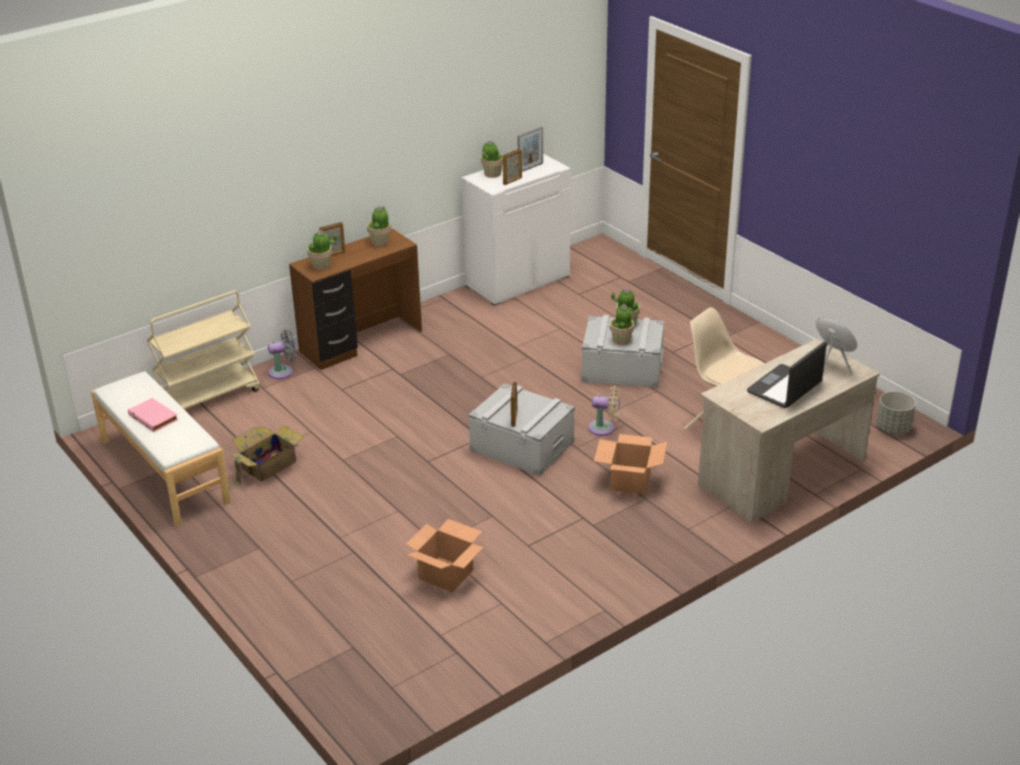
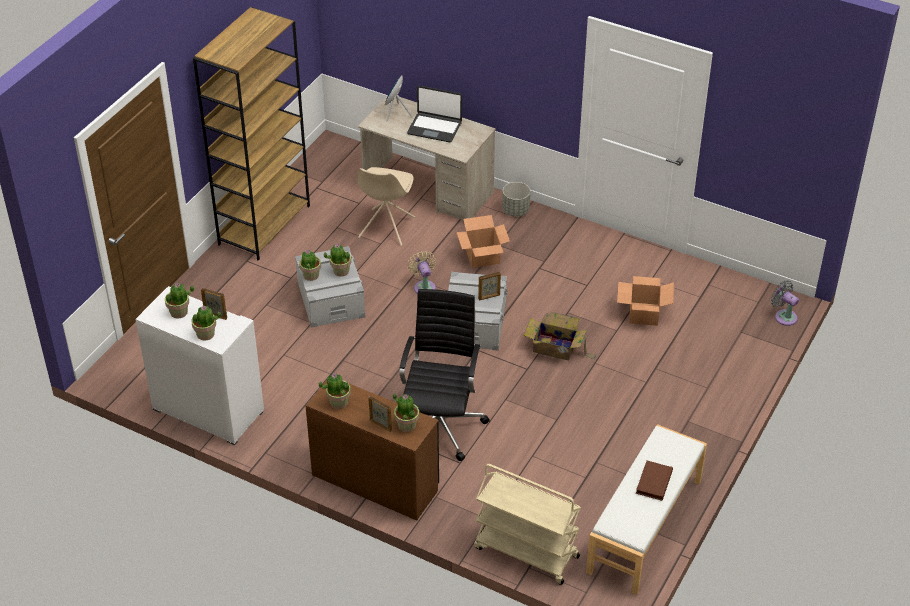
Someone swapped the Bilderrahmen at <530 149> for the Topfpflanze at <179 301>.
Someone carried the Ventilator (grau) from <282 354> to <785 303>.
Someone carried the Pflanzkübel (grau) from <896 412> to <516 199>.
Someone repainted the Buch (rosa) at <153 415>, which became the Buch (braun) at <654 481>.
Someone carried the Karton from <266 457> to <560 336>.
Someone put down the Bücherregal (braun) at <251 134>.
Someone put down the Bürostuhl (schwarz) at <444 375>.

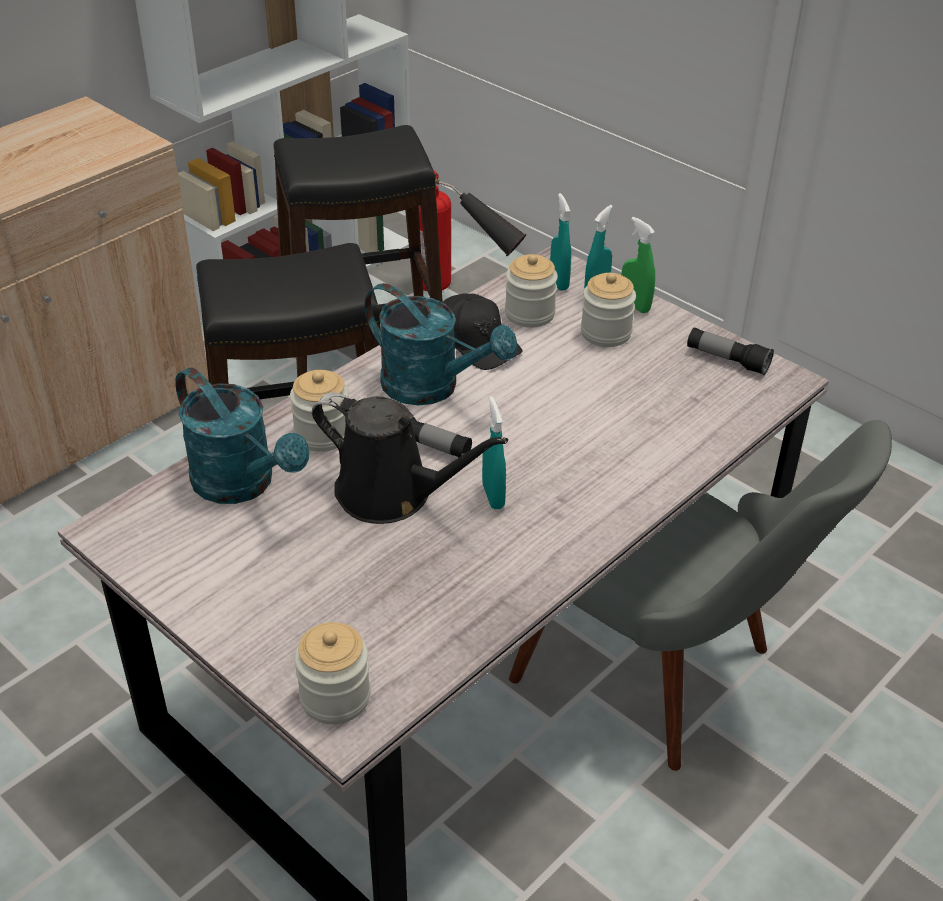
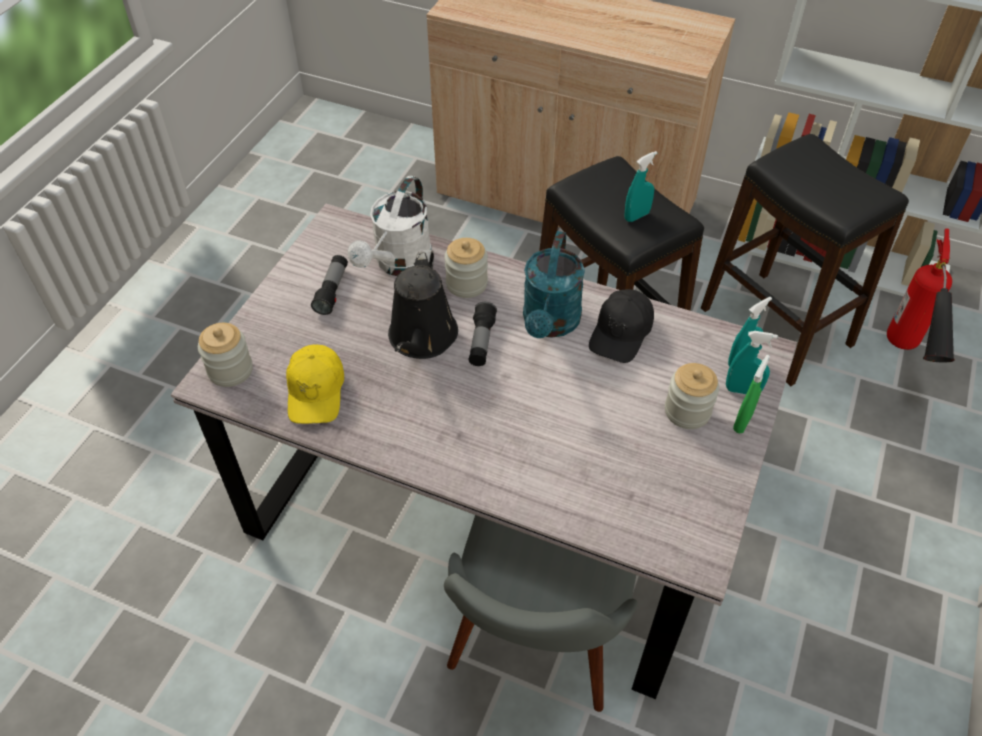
Someone took away the Vorratsglas at <531 290>.
Someone carried the Taschenlampe from <730 351> to <329 285>.
Someone repainted the Gießkanne (türkis) at <242 436>, which became the Gießkanne (weiß) at <390 226>.
Someone carried the Sprühflasche (türkis) from <494 452> to <641 186>.
Someone put down the Kappe (gelb) at <315 384>.

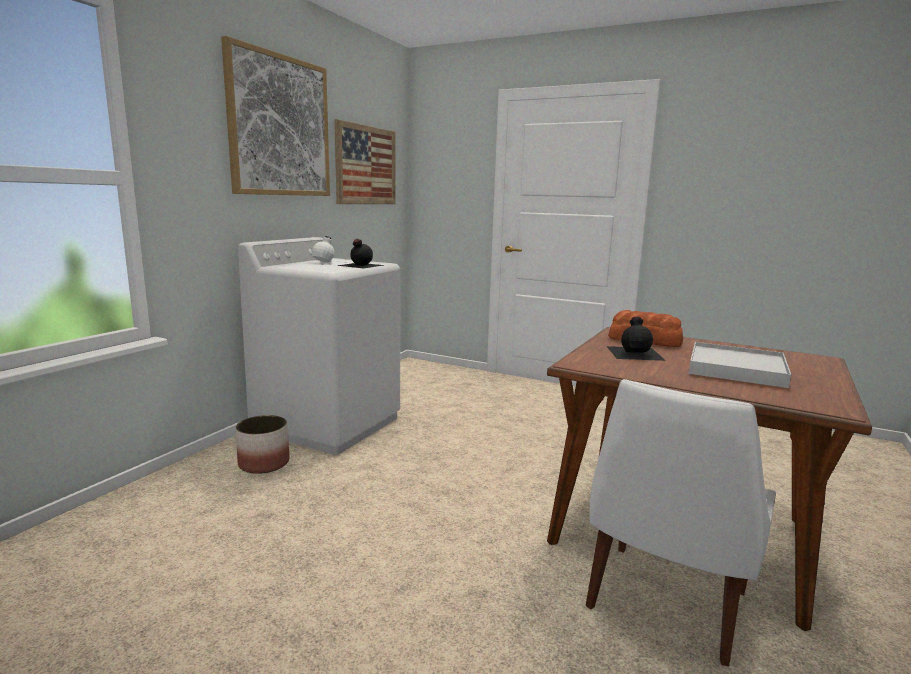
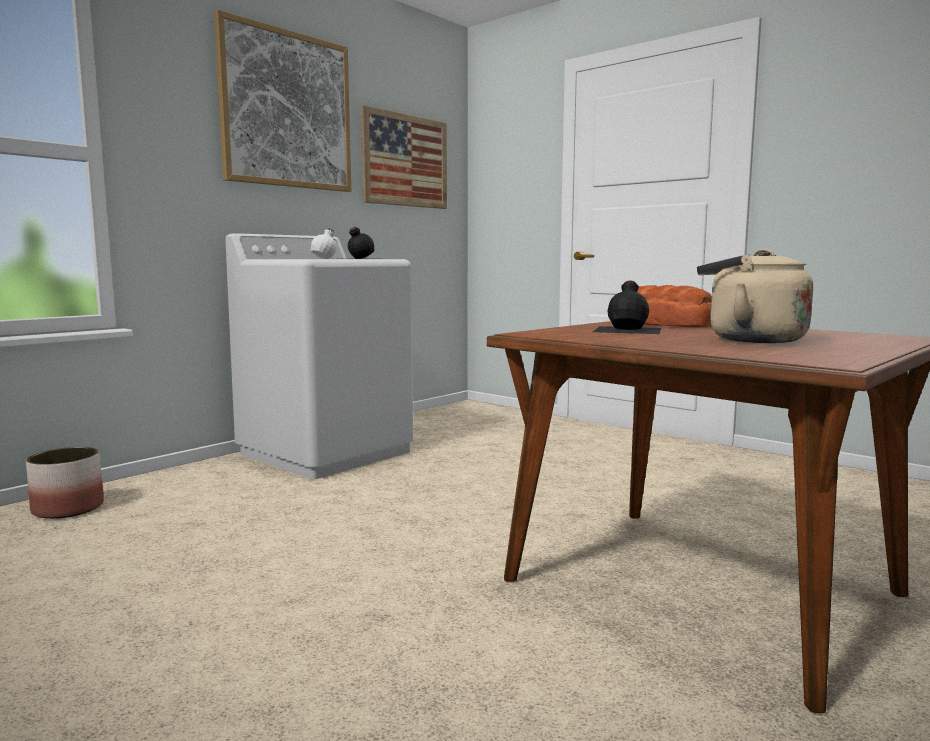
Someone swapped the Tablett (weiß) at <740 365> for the Wasserkessel (beige) at <755 296>.
Someone took away the Stuhl (weiß) at <681 522>.
Someone carried the Pflanzkübel from <262 444> to <65 483>.

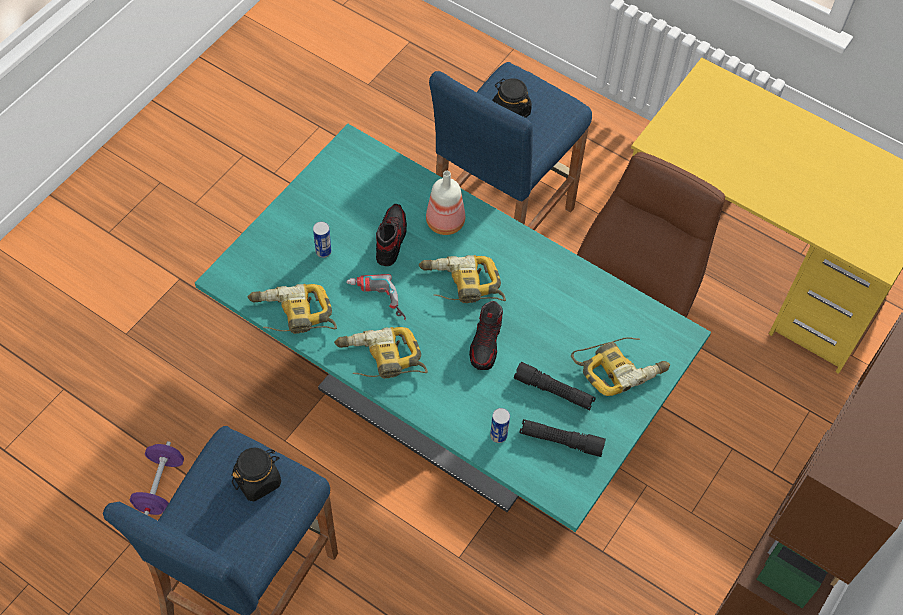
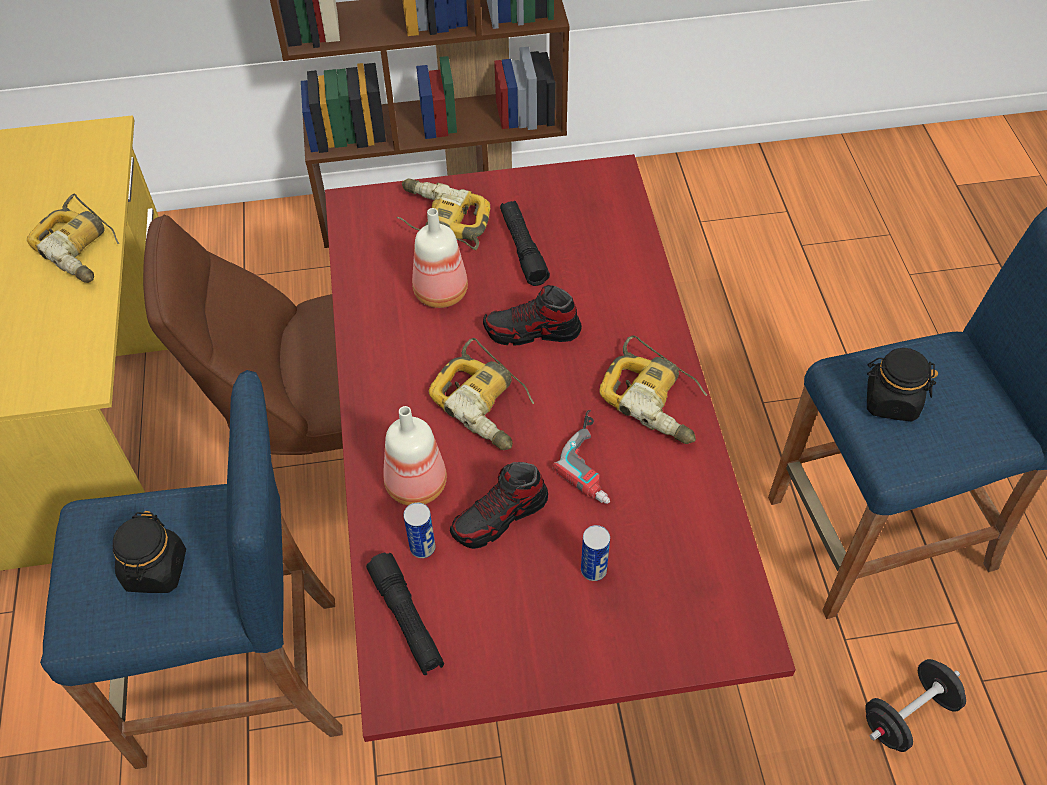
Someone repainted the Esstisch (türkis) at <453 328>, which became the Esstisch (rot) at <560 448>.
Someone carried the Bohrmaschine from <292 309> to <73 238>.
Someone rotated the Schuh at <486 335> by 150 degrees counterclockwise.
Someone carried the Dose from <500 425> to <419 530>.
Someone carried the Taschenlampe (schwarz) from <562 438> to <405 613>.
Someone repainted the Hantel (lila) at <157 478>, which became the Hantel (schwarz) at <915 705>.
Someone put down the Flasche at <440 258>.

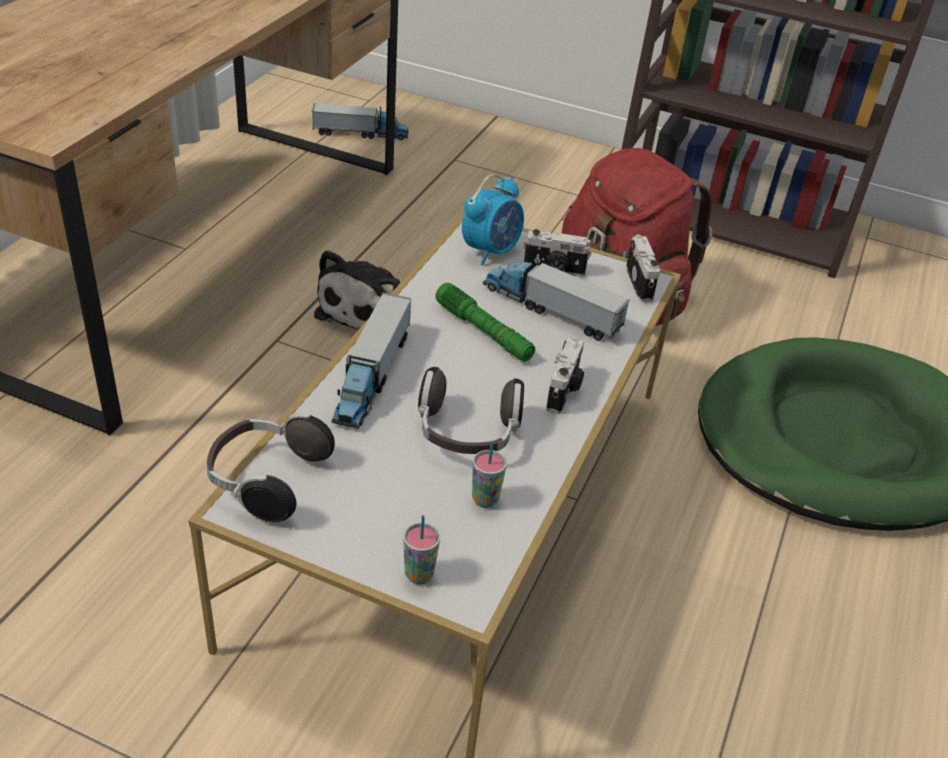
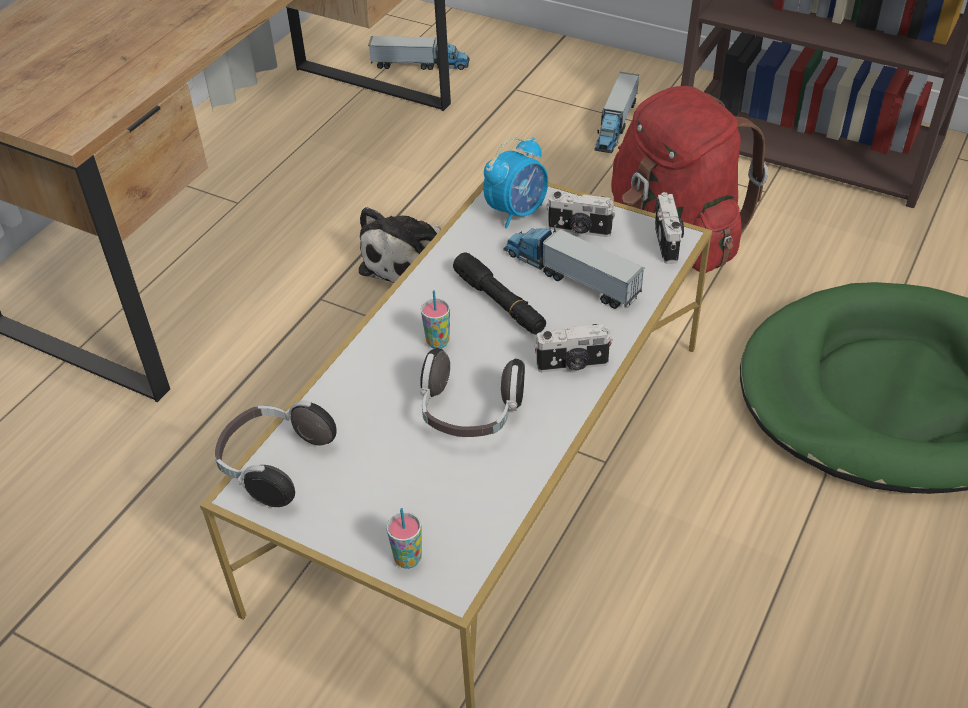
Someone repainted the Taschenlampe (grün) at <485 322>, which became the Taschenlampe (schwarz) at <499 293>.
Someone carried the Spielzeuglaster from <371 360> to <616 112>.
Someone rotated the Kamera at <565 375> by 60 degrees clockwise.
Someone carried the Tasse from <489 474> to <435 319>.

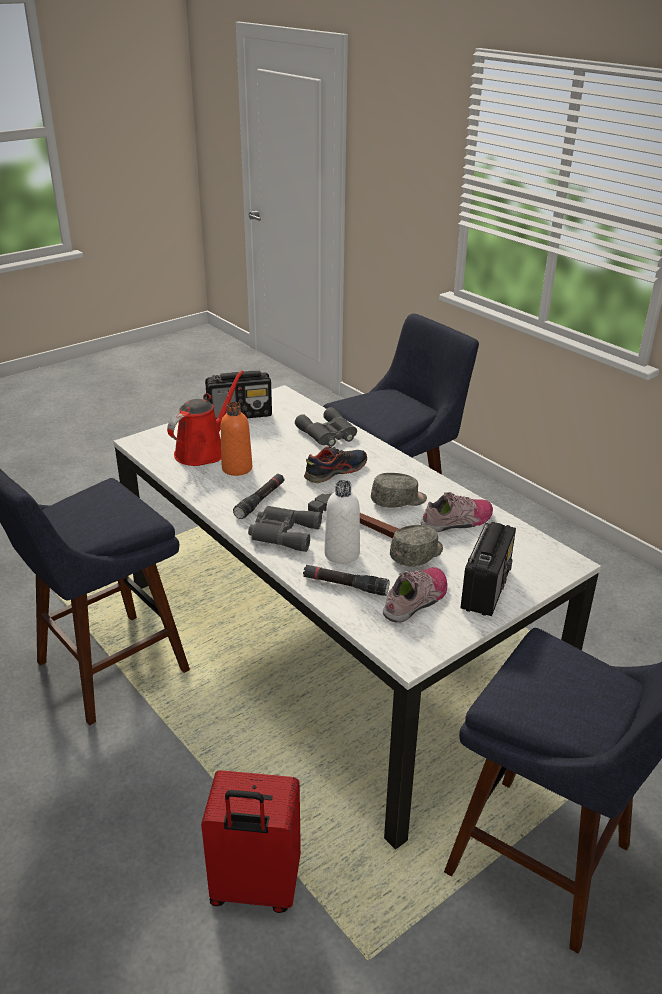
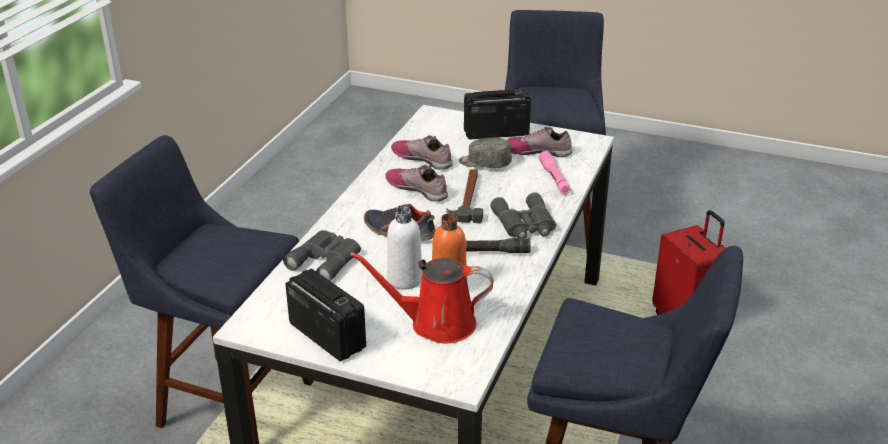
Someone swapped the Kappe (grau) at <399 490> for the Schuh at <416 183>.
Someone carried the Flasche (weiß) from <342 522> to <404 247>.
Someone repainted the Taschenlampe (schwarz) at <346 580>, which became the Taschenlampe (rosa) at <555 173>.

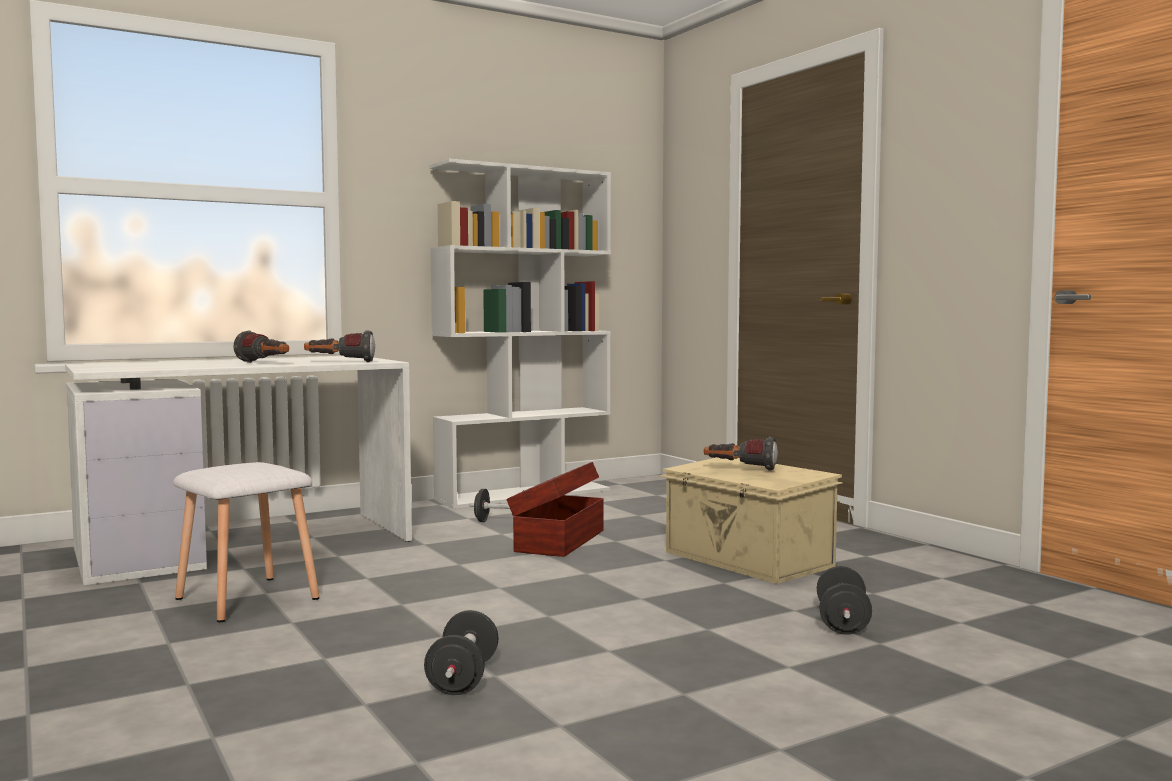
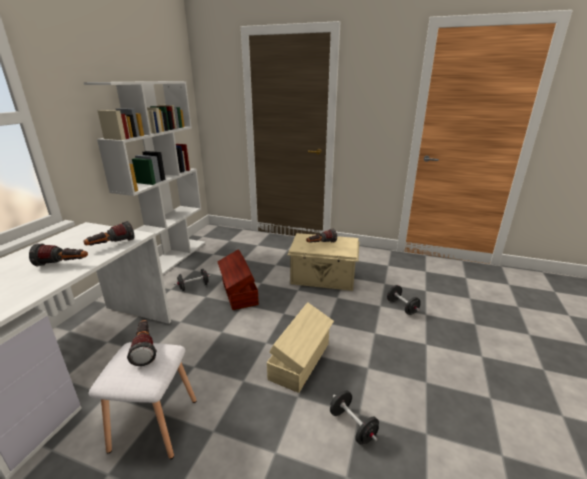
Someone put down the Aufbewahrungsbox (beige) at <300 347>.
Someone put down the Taschenlampe at <142 343>.

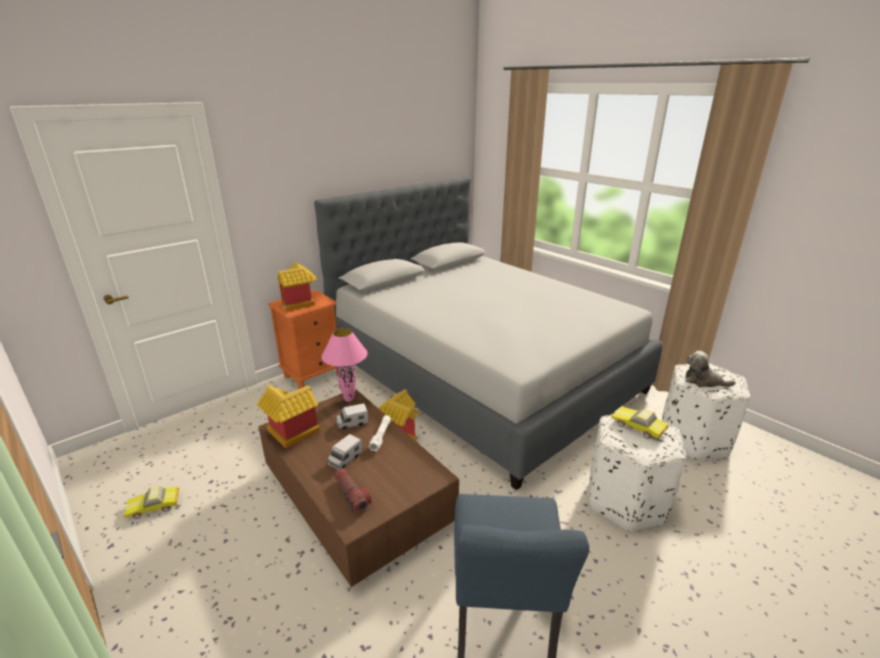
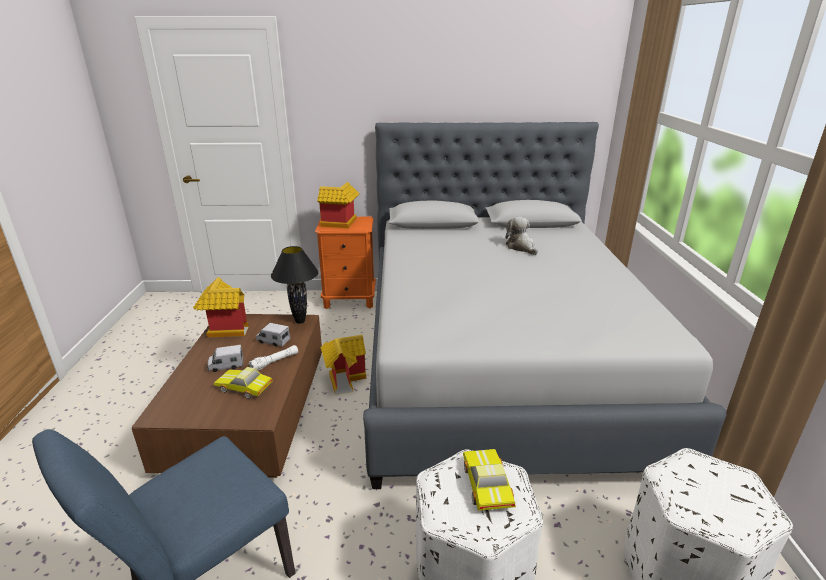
Someone repainted the Tischlampe (rosa) at <344 365>, which became the Tischlampe (schwarz) at <295 285>.
Someone carried the Plüschtier from <711 369> to <521 236>.
Someone took away the Taschenlampe at <353 490>.
Someone carried the Spielzeugauto from <151 502> to <243 383>.

